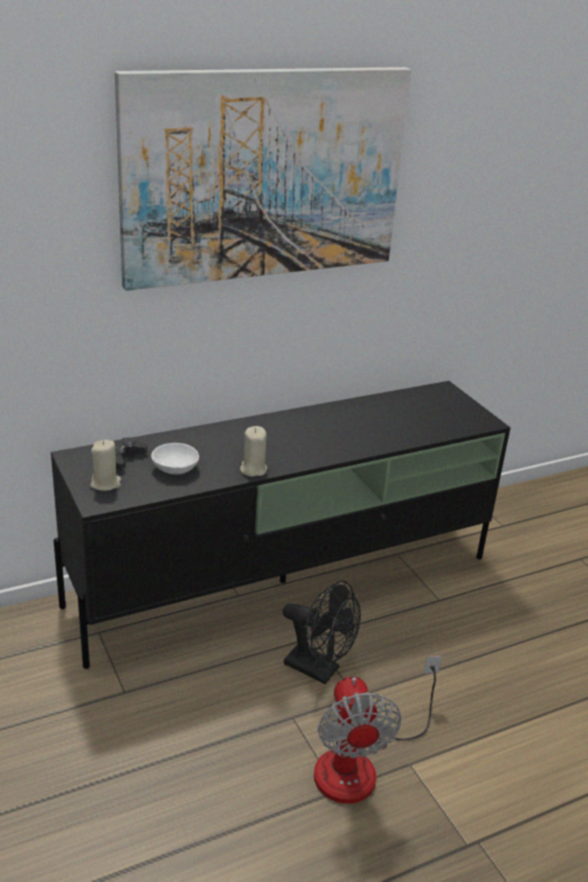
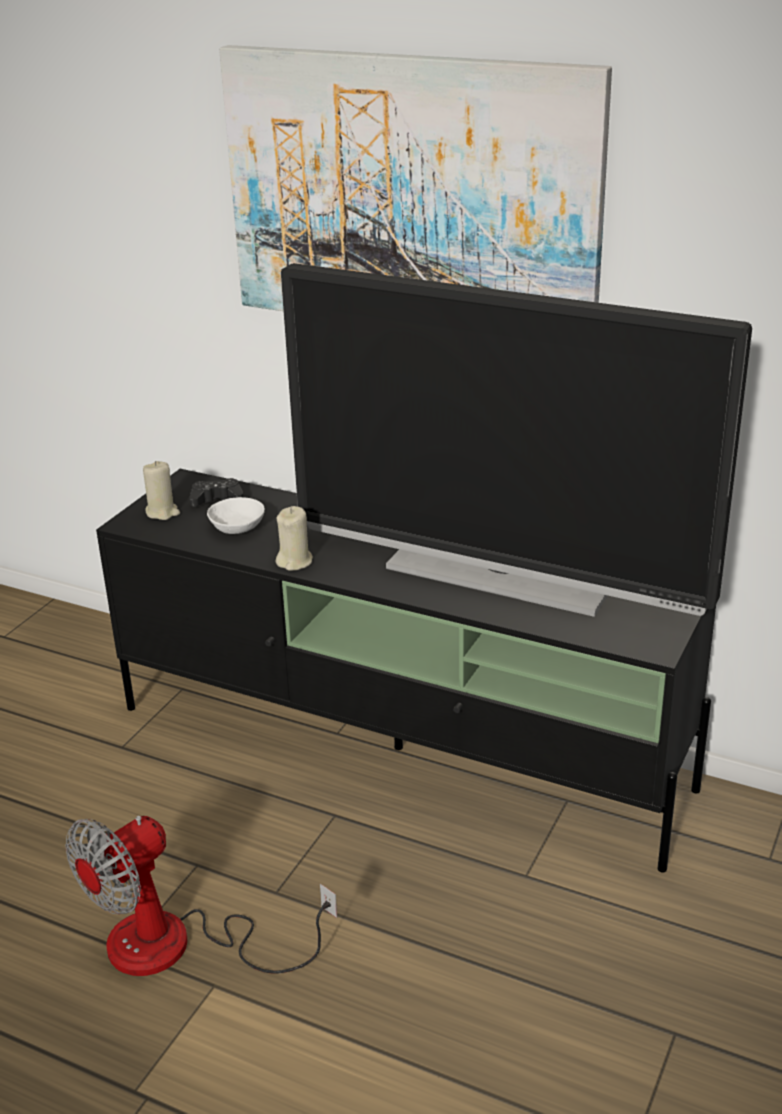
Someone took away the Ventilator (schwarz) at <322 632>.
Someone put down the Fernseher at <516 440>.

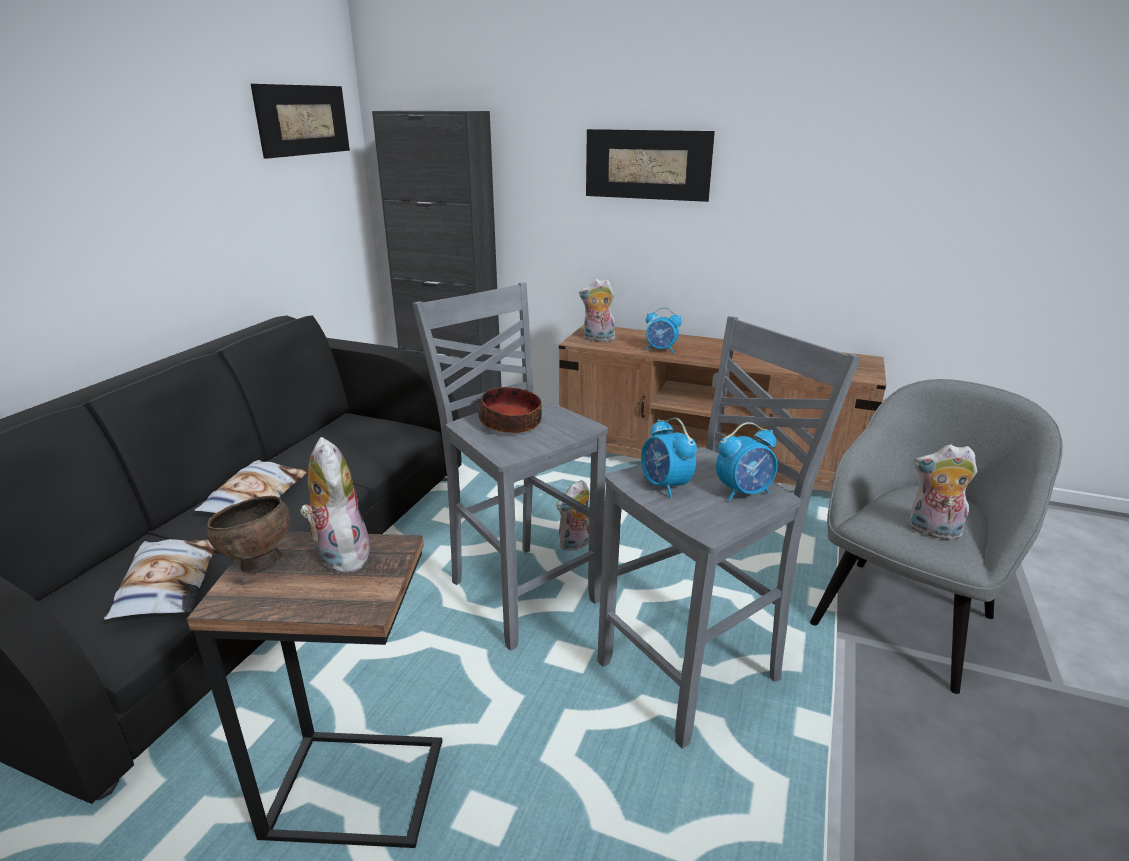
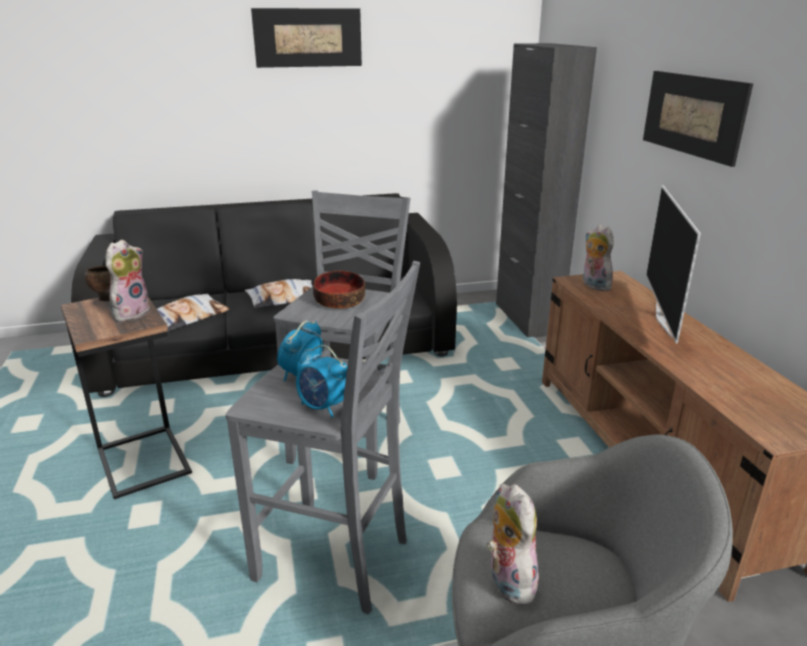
Someone carried the Bild from <300 121> to <306 38>.
Someone took away the Wecker at <664 330>.
Someone took away the Plüschtier at <573 515>.
Someone put down the Fernseher at <673 264>.

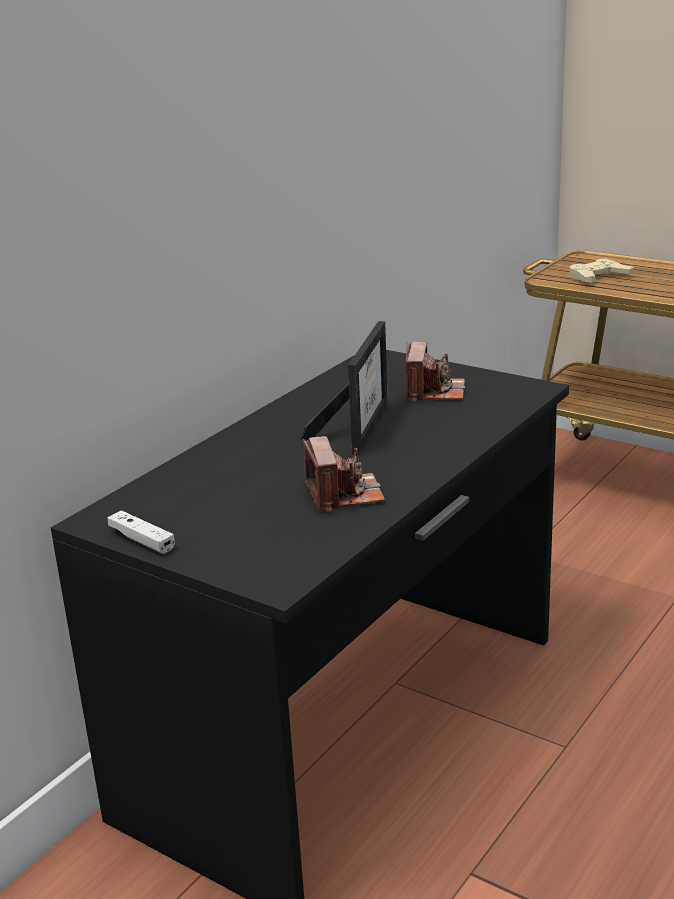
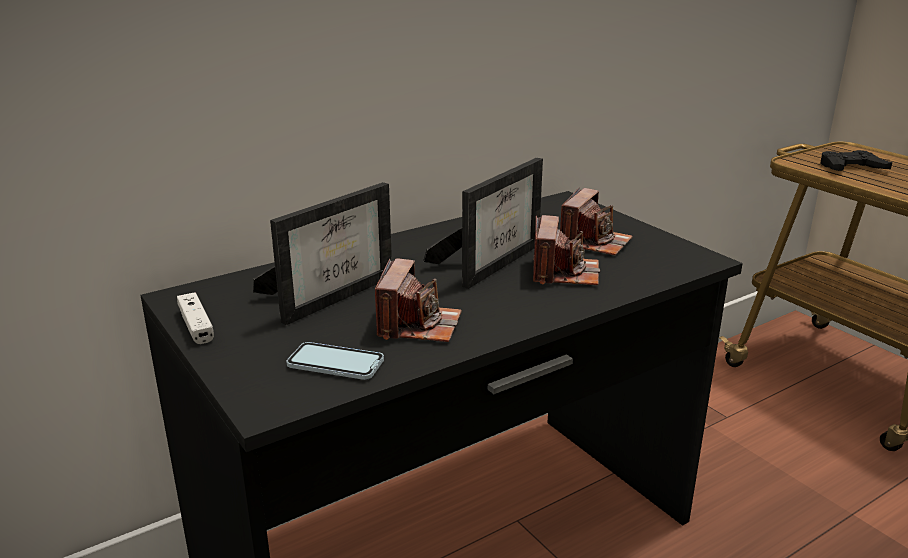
Someone repainted the Gamepad (beige) at <602 270>, which became the Gamepad (schwarz) at <856 160>.
Someone put down the Bilderrahmen at <322 253>.
Someone put down the Kamera at <566 250>.
Someone put down the Handy at <335 361>.

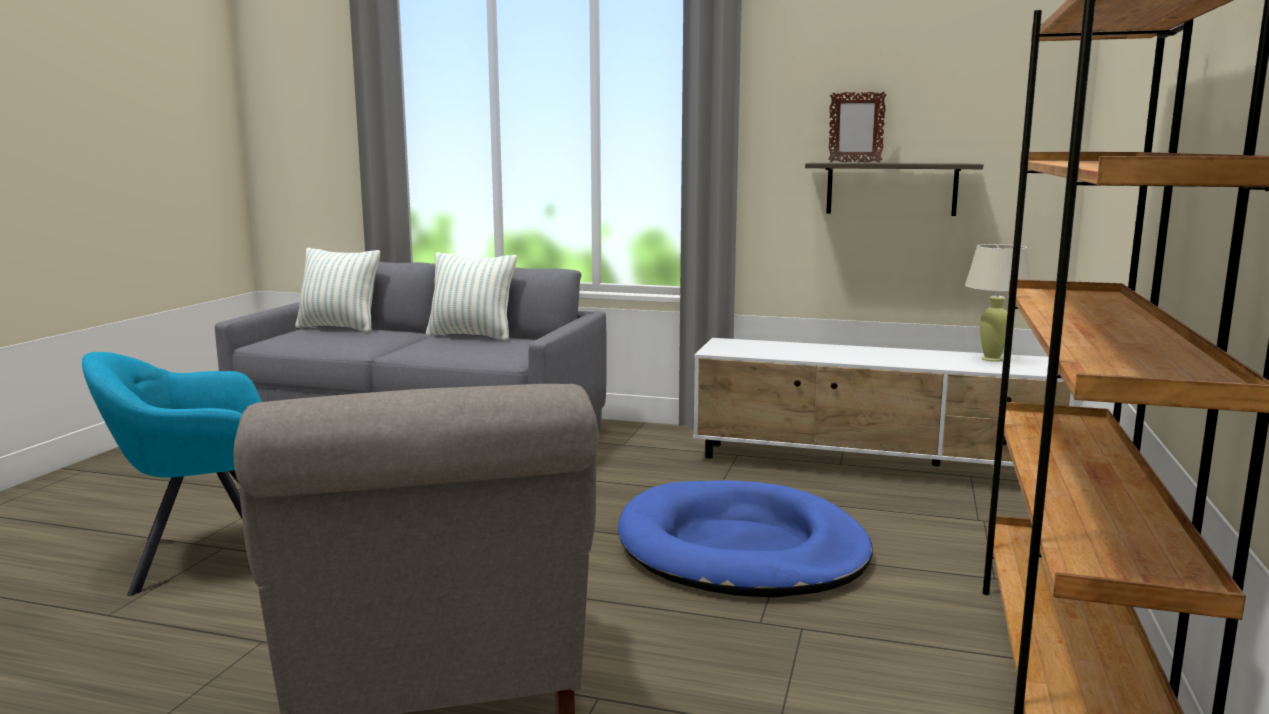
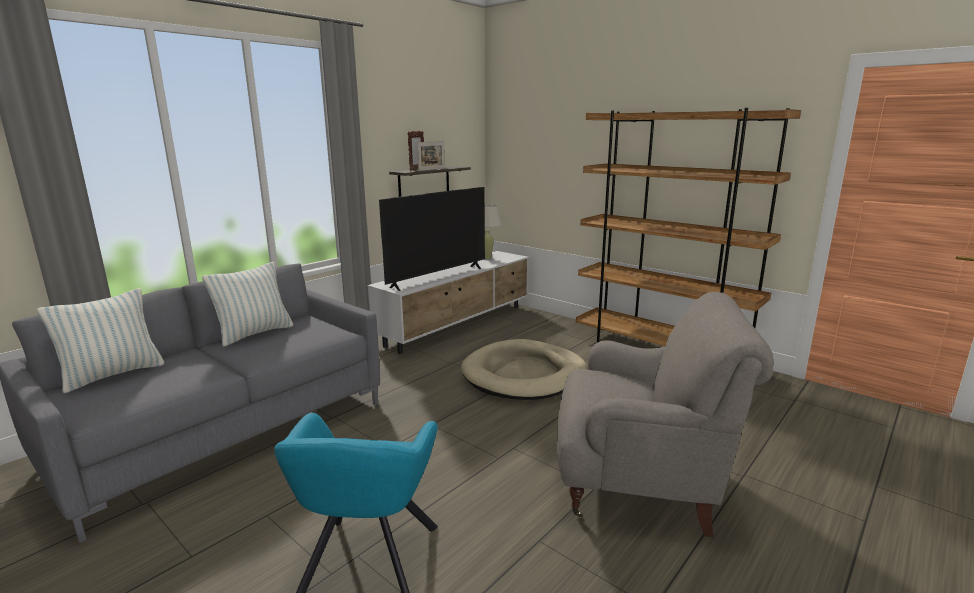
Someone repainted the Hundebett (blau) at <745 539>, which became the Hundebett (beige) at <524 369>.
Someone put down the Bilderrahmen at <431 156>.
Someone put down the Fernseher at <432 239>.

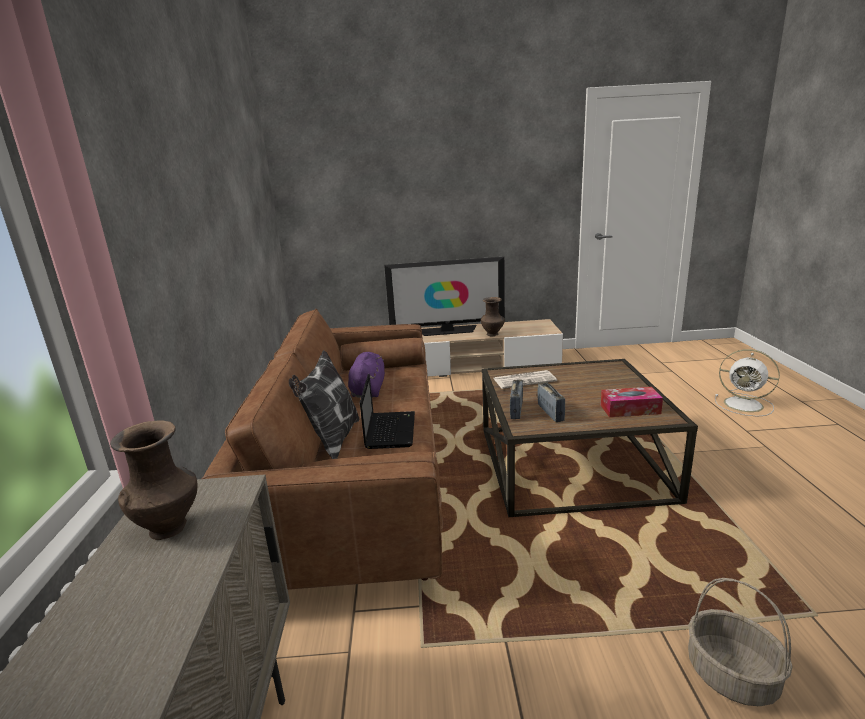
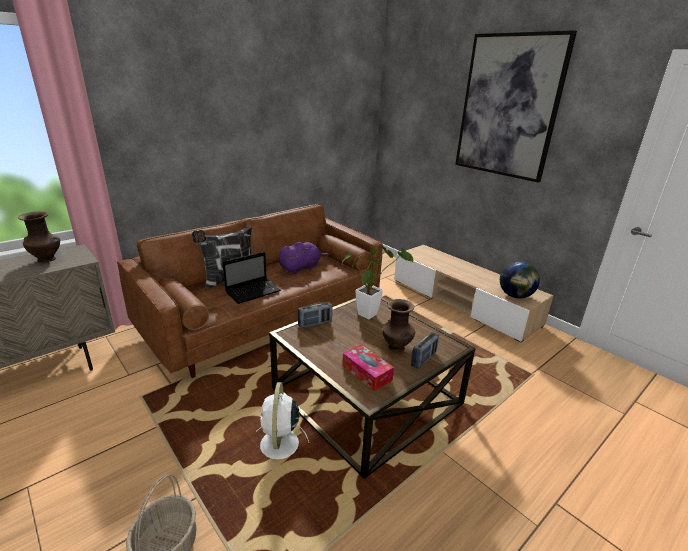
Someone took away the Fernseher at <444 296>.
Someone carried the Vase (braun) from <493 316> to <398 325>.
Someone carried the Ventilator (weiß) from <747 383> to <282 420>.
Someone swapped the Zeitung at <525 379> for the Topfpflanze at <377 282>.
Someone carried the Radio from <551 402> to <425 350>.
Someone put up the Bild at <516 106>.
Someone put down the Globus at <520 279>.

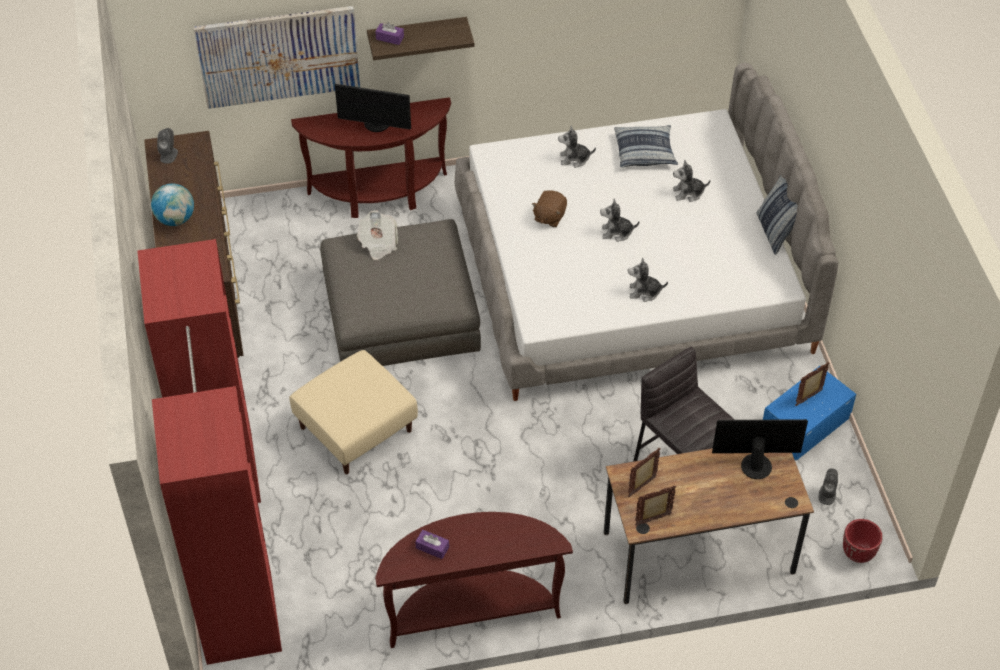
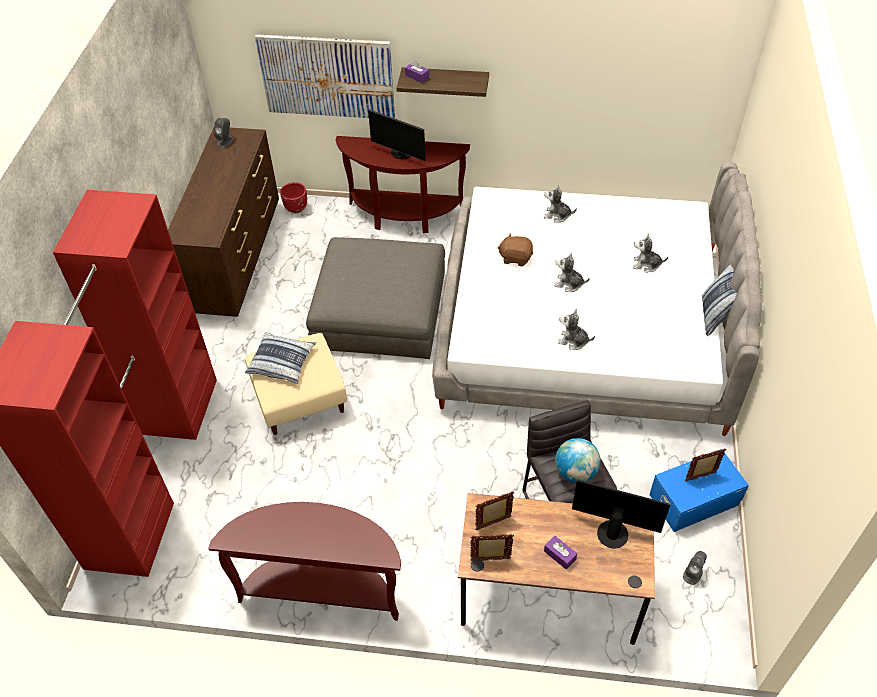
Someone carried the Kissen from <646 146> to <280 358>.
Someone carried the Globus from <172 205> to <577 460>.
Someone rotated the Plüschtier (braun) at <549 208> by 60 degrees clockwise.
Someone took away the Zeitung at <377 235>.
Someone carried the Pflanzkübel (rot) from <863 541> to <293 197>.
Someone carried the Taschentuchbox (lila) from <432 544> to <560 552>.

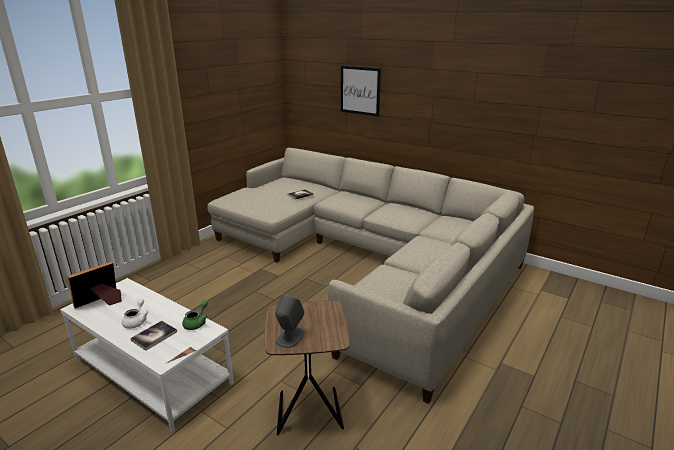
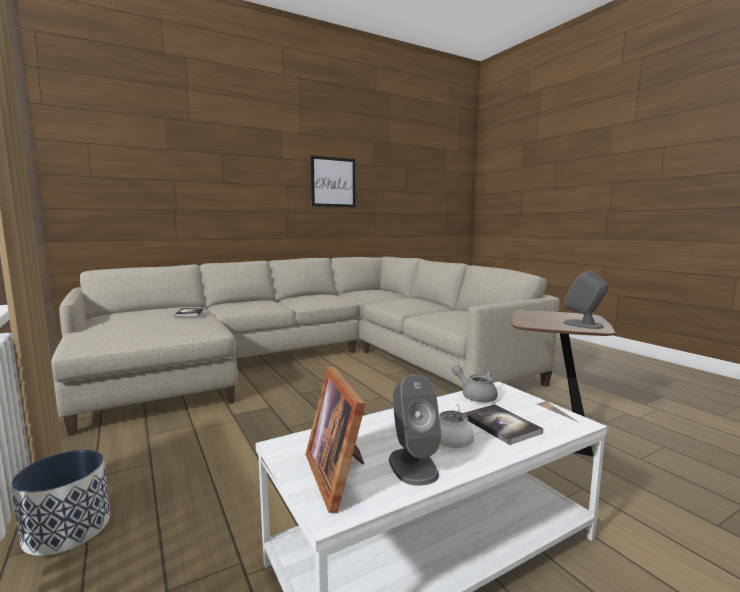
Someone carried the Bild from <361 91> to <333 181>.
Someone repainted the Teekanne (grün) at <195 315>, which became the Teekanne (grau) at <474 383>.
Someone put down the Lautsprecher (grau) at <415 430>.
Someone put down the Pflanzkübel at <60 503>.

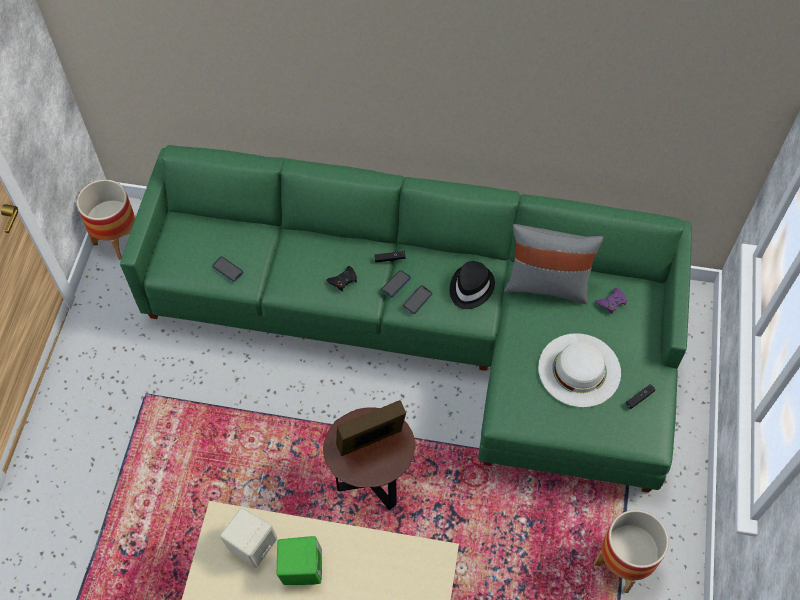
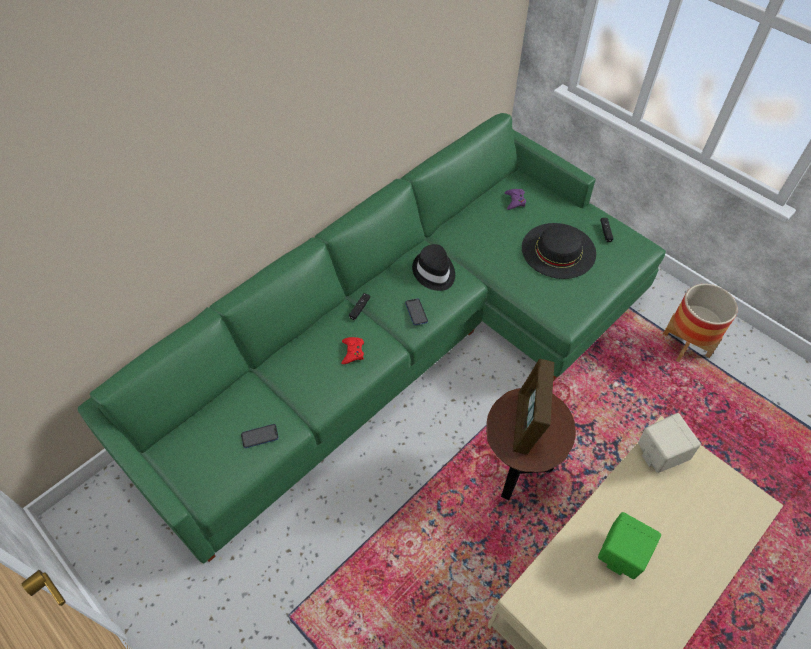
Someone took away the Pflanzkübel at <106 220>.
Someone took away the Kissen (grau) at <553 264>.
Someone repainted the Gamepad (schwarz) at <342 279>, which became the Gamepad (rot) at <352 350>.
Someone took away the Handy at <396 283>.
Someone repainted the Hut (weiß) at <579 370>, which became the Hut (schwarz) at <559 251>.
Someone carried the Lautsprecher (beige) from <248 538> to <669 443>.

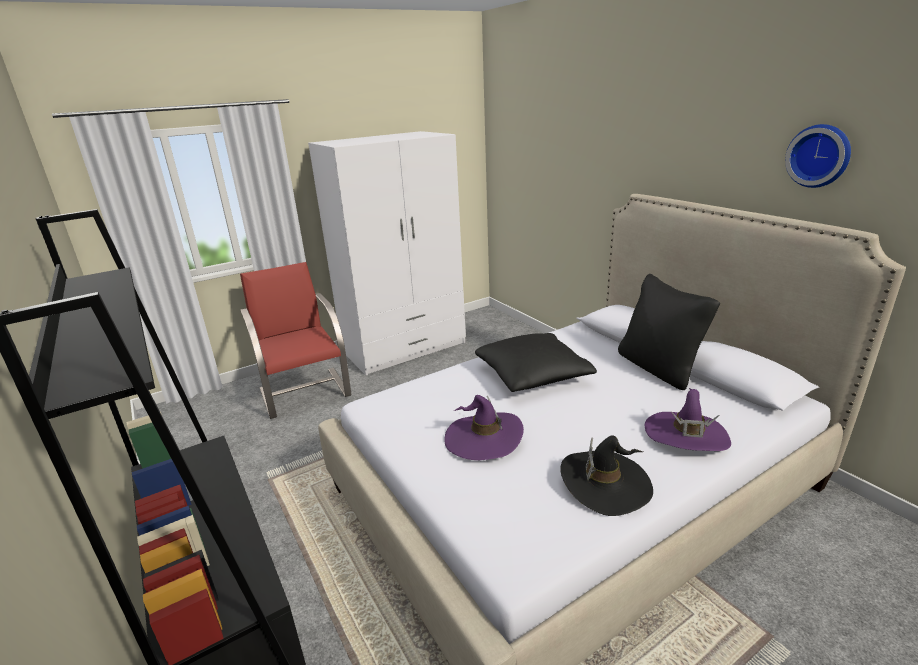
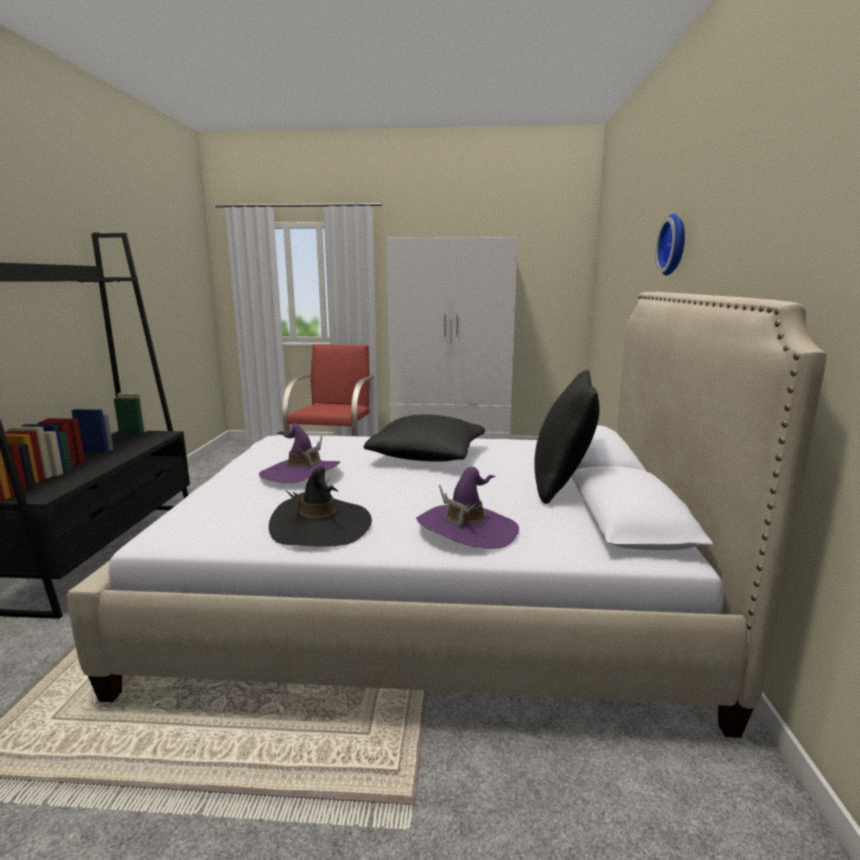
Someone carried the Wanduhr from <818 156> to <670 245>.

